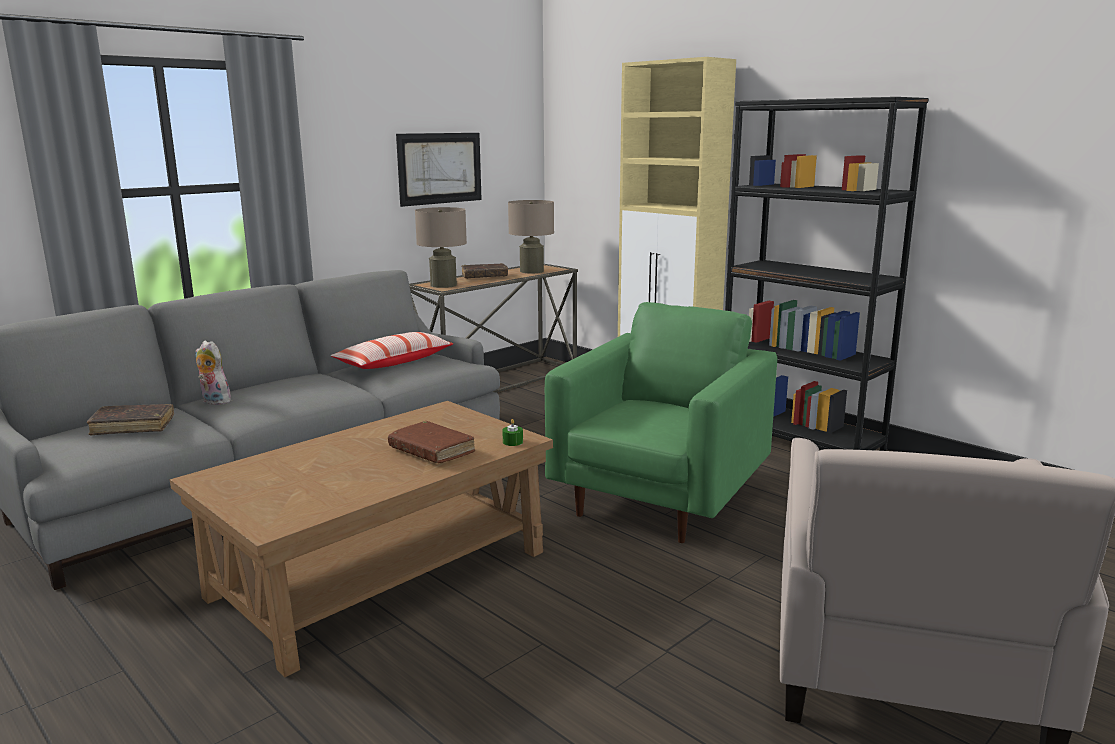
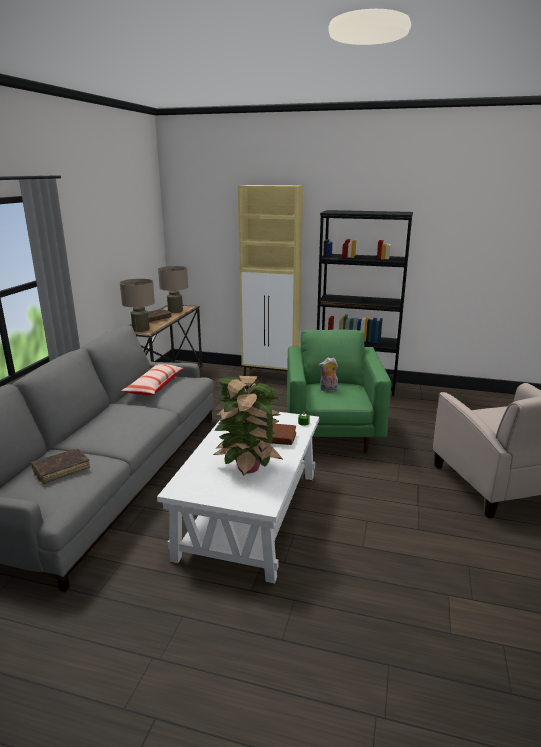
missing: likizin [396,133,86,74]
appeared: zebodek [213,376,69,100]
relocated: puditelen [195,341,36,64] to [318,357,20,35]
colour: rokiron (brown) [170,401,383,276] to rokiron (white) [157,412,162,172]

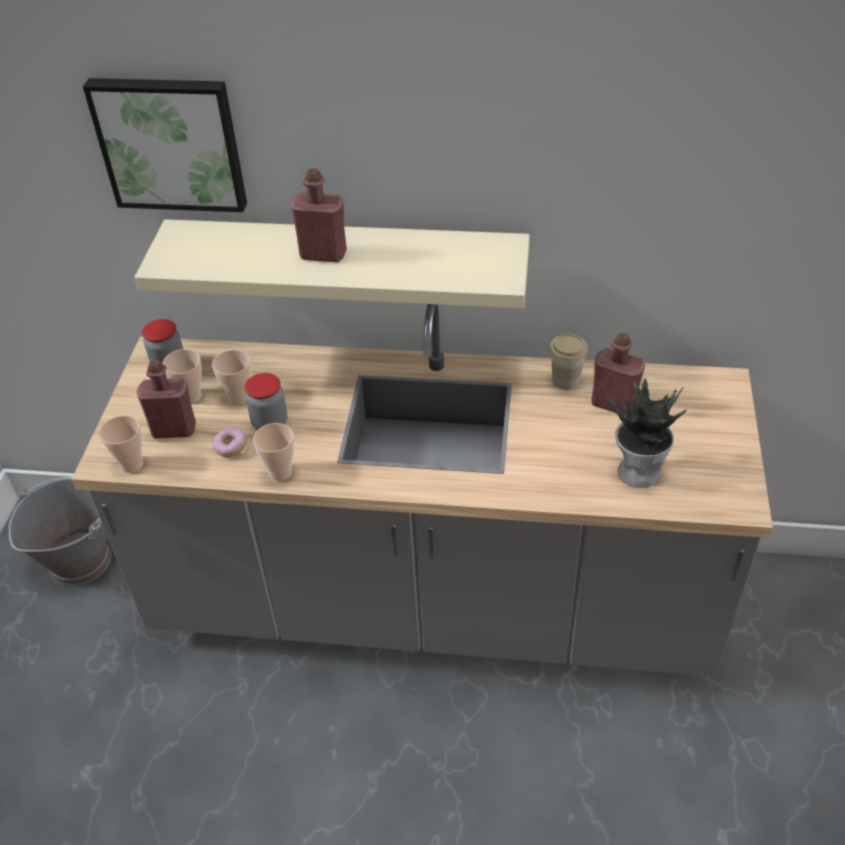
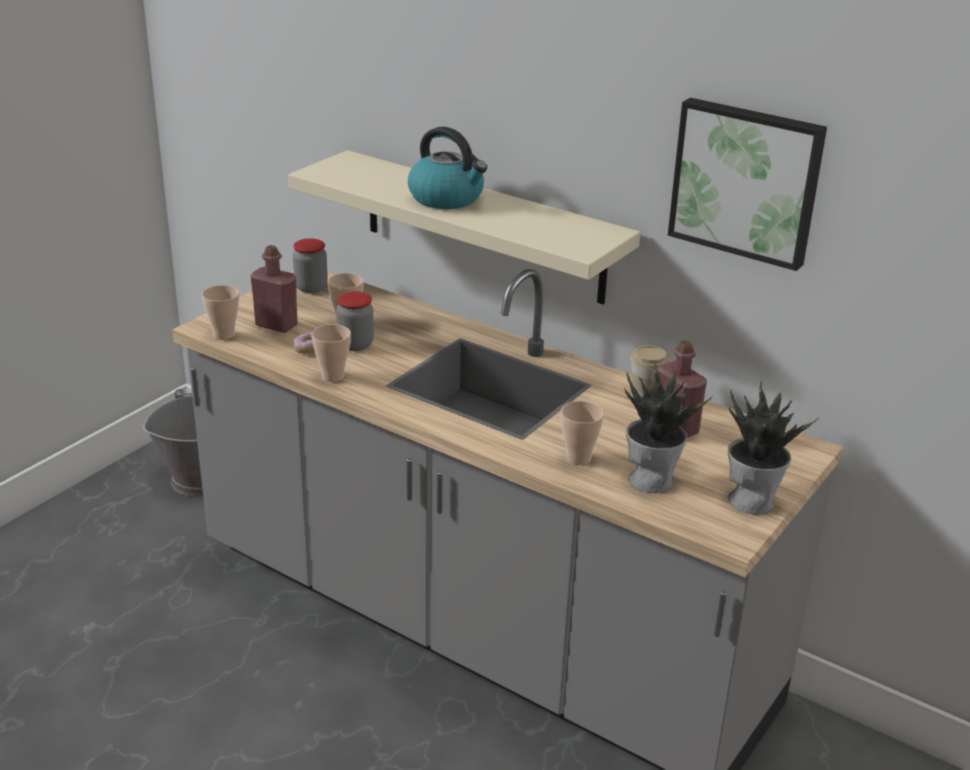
appeared: zebodek [728,381,90,133]
relocated: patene [162,349,40,54] to [561,401,43,64]; likizin [83,78,164,134] to [668,98,159,173]
exchanged: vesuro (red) [291,168,56,94] to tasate [408,127,79,82]

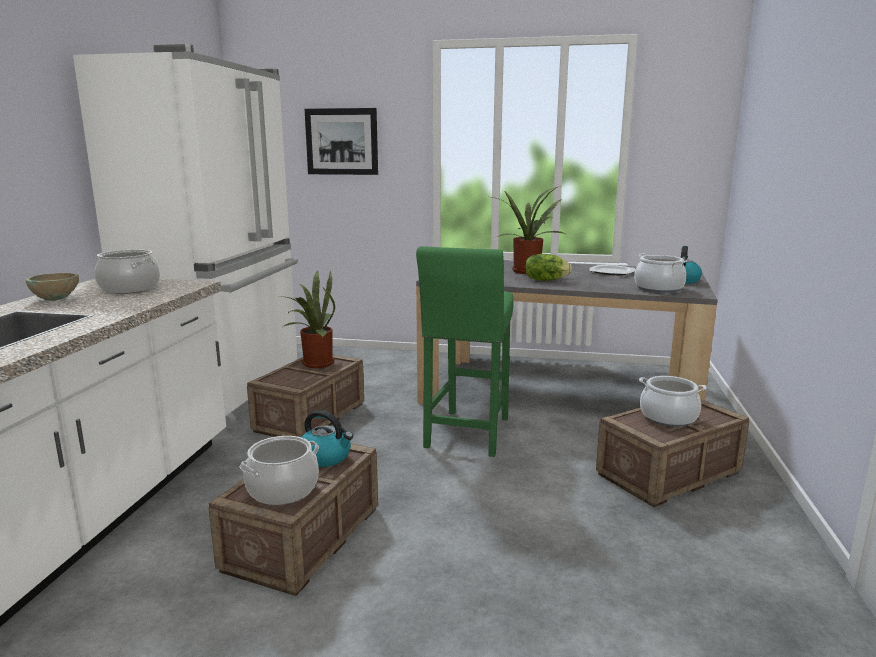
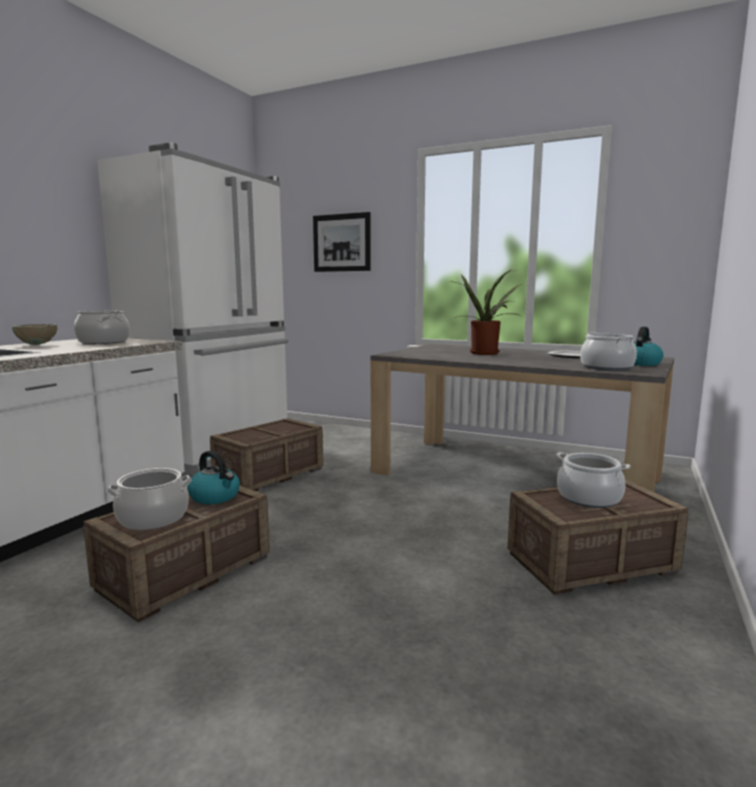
missing: zebodek [280,270,55,98]; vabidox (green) [416,246,97,211]; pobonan [525,254,47,27]

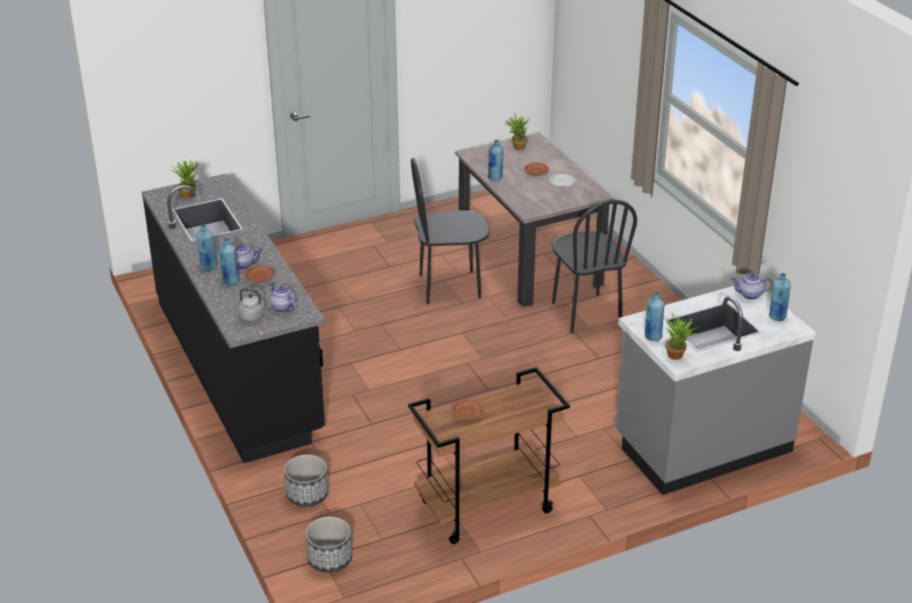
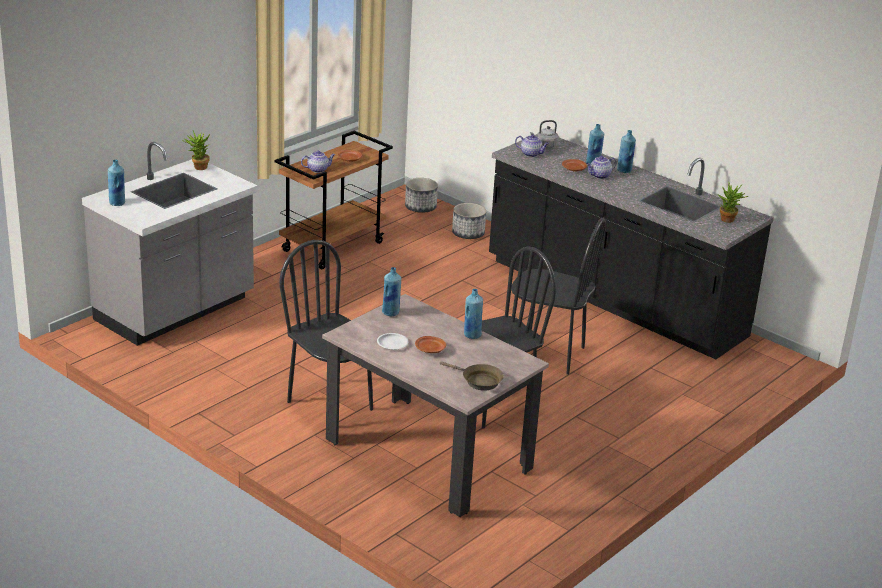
appeared: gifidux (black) [511,218,95,157]
relocated: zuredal [731,273,42,27] to [301,151,34,22]; vesuro (blue) [645,292,20,49] to [382,267,19,49]
exchanged: zebodek [504,113,25,37] to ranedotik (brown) [440,361,64,30]

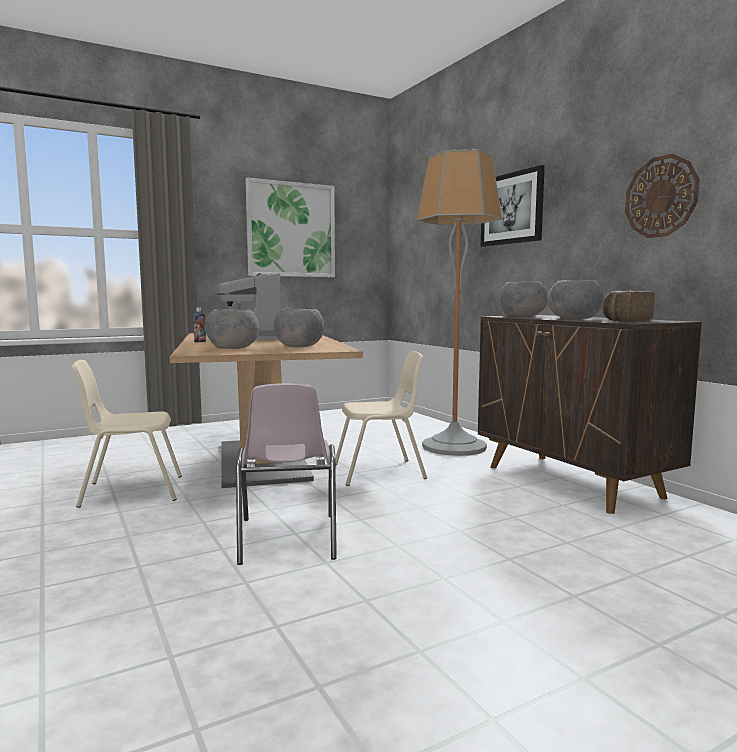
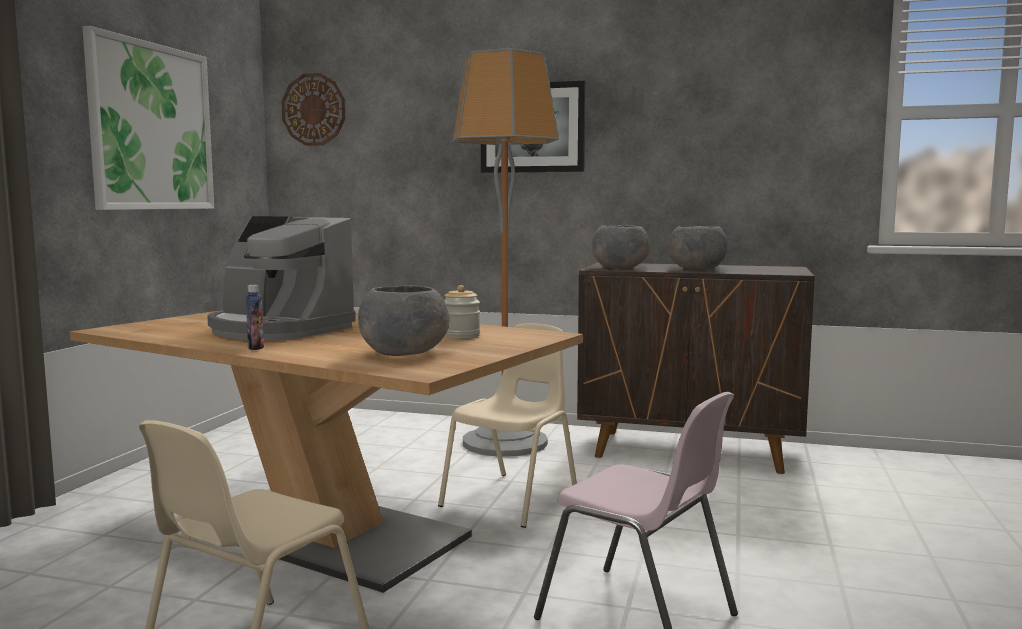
missing: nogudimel [603,290,51,31]
relocated: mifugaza [625,154,74,84] to [281,73,65,73]
exchanged: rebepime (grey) [274,308,50,39] to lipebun [444,285,36,54]

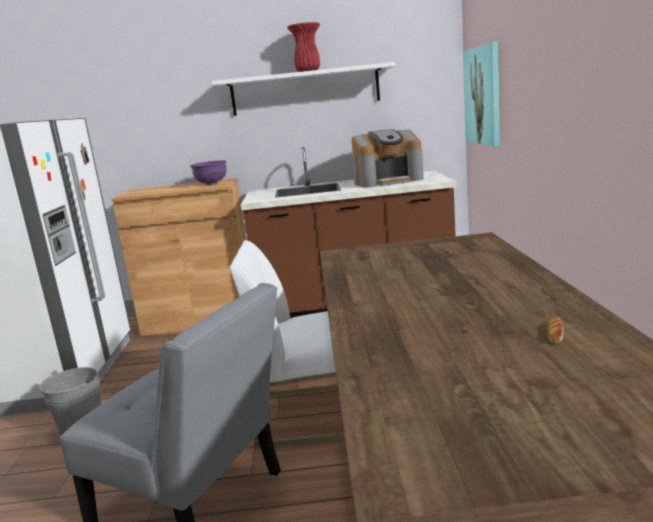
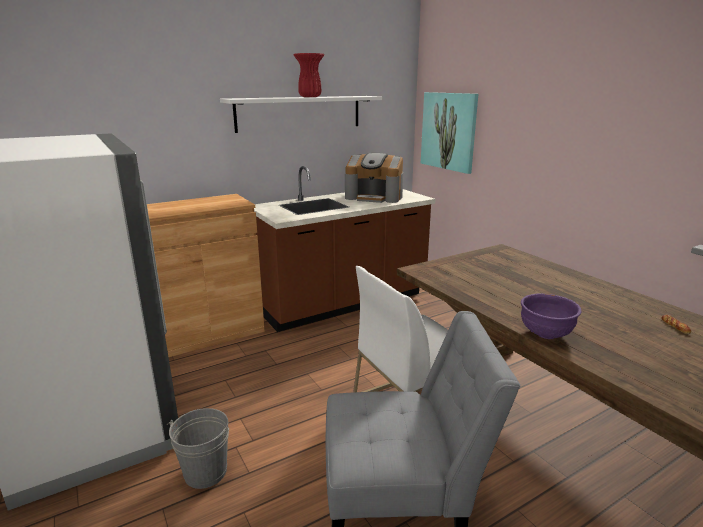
relocated: rebepime (purple) [190,160,37,25] to [521,293,61,46]
spun: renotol [352,129,72,59] = [345,153,58,50] 60 degrees clockwise

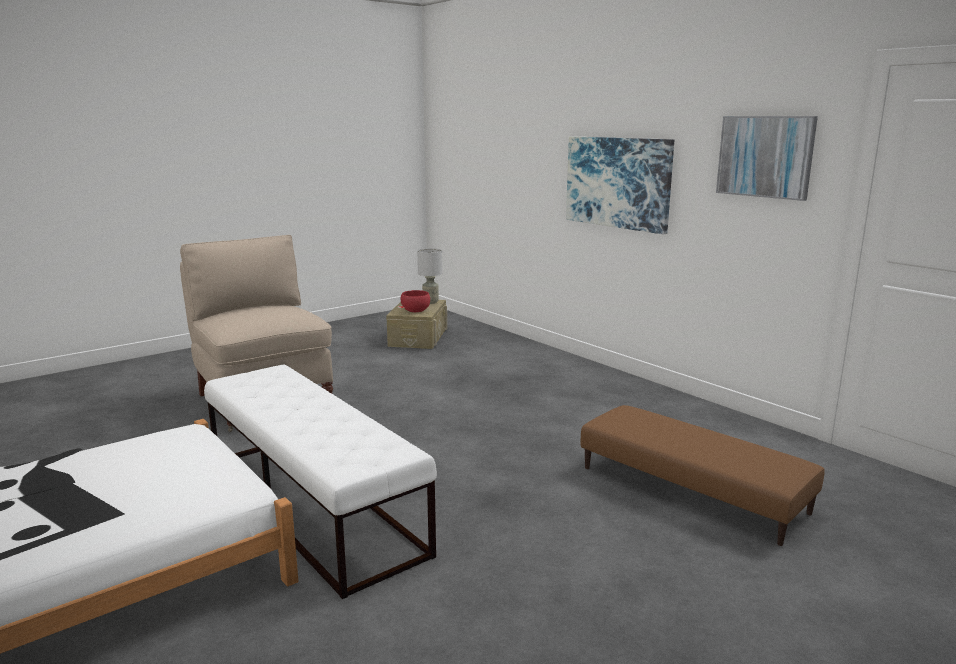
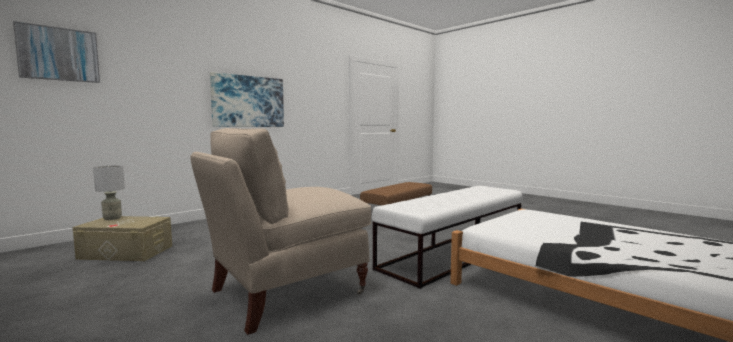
missing: rebepime (red) [401,290,29,22]
relocated: likizin [716,116,102,85] to [13,21,87,62]

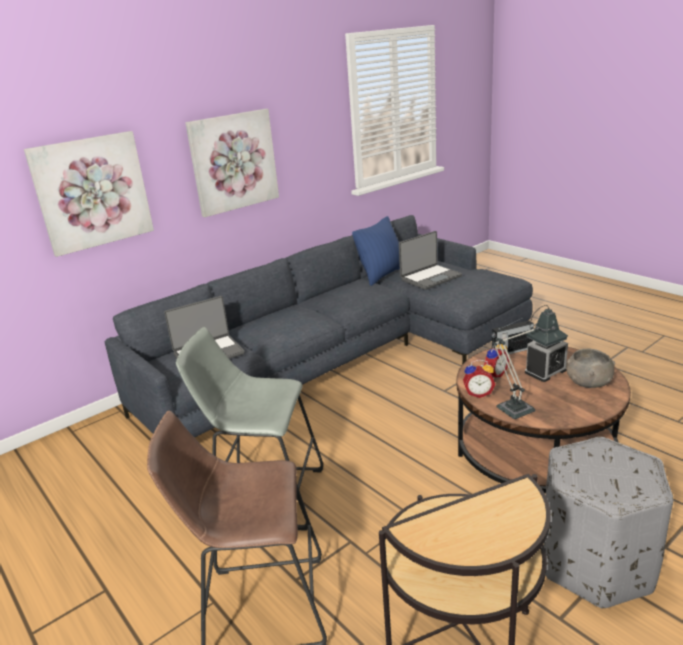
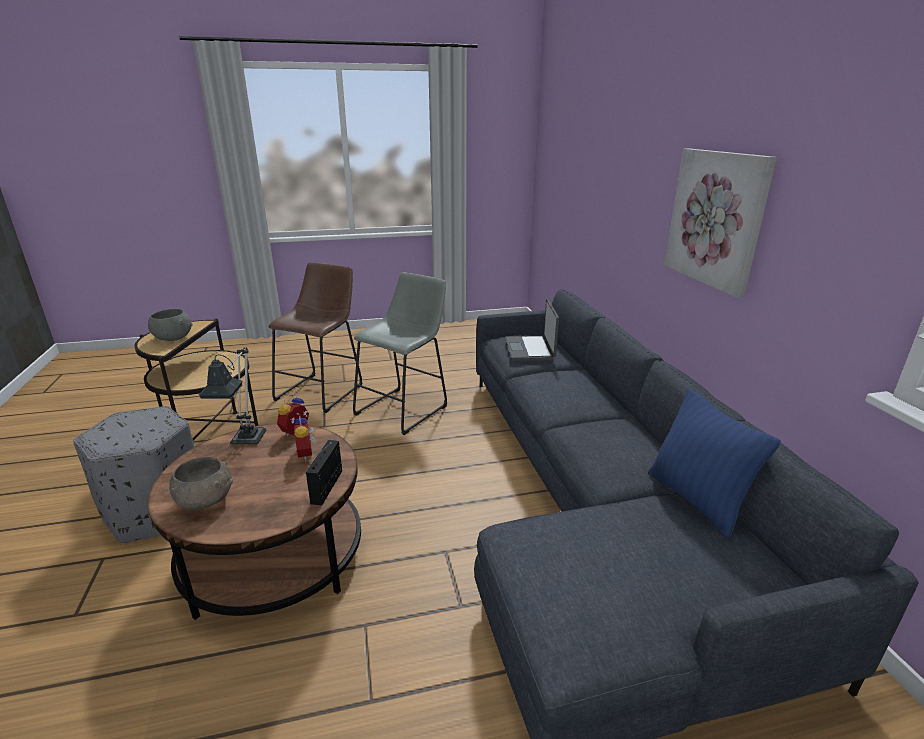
missing: likizin [24,131,130,126]; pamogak [399,231,63,59]; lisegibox [525,341,43,41]
appeared: rebepime (grey) [148,309,45,32]

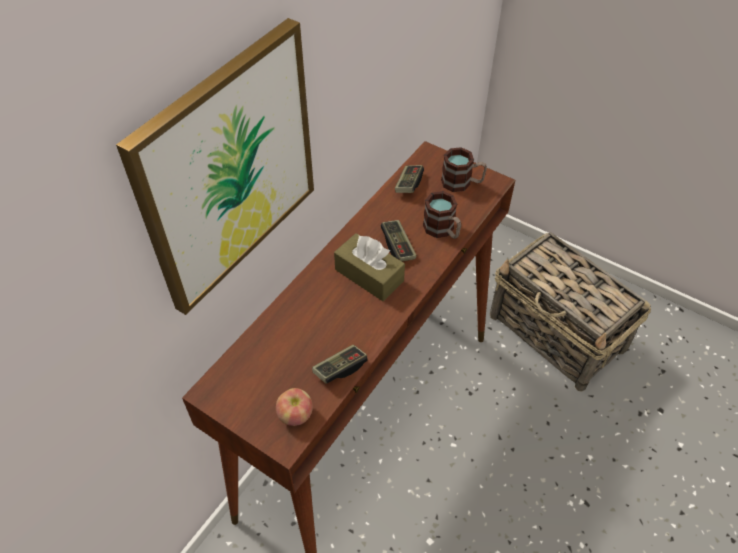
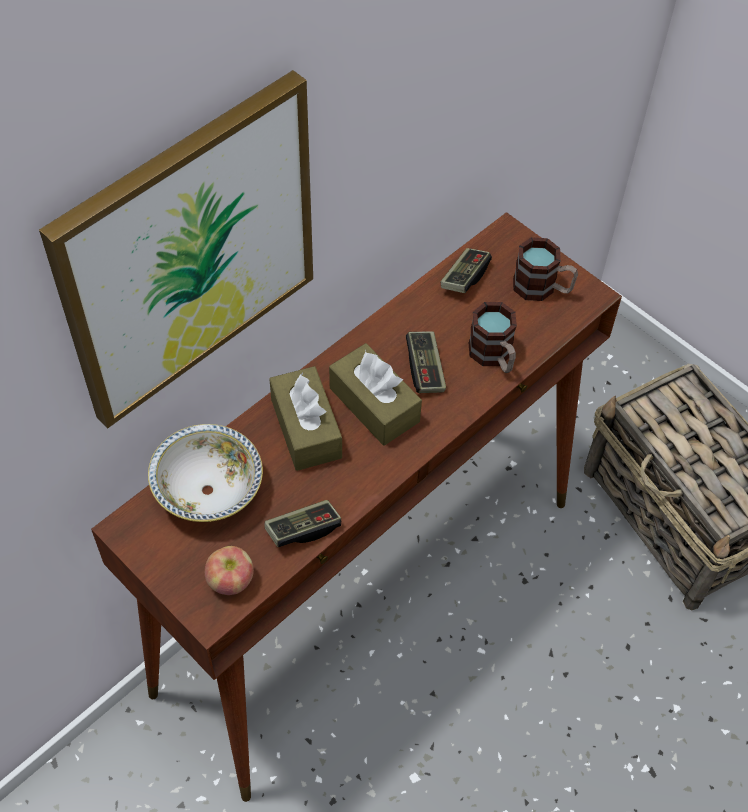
appeared: rebepime [148,424,115,98]; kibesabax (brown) [269,366,73,105]

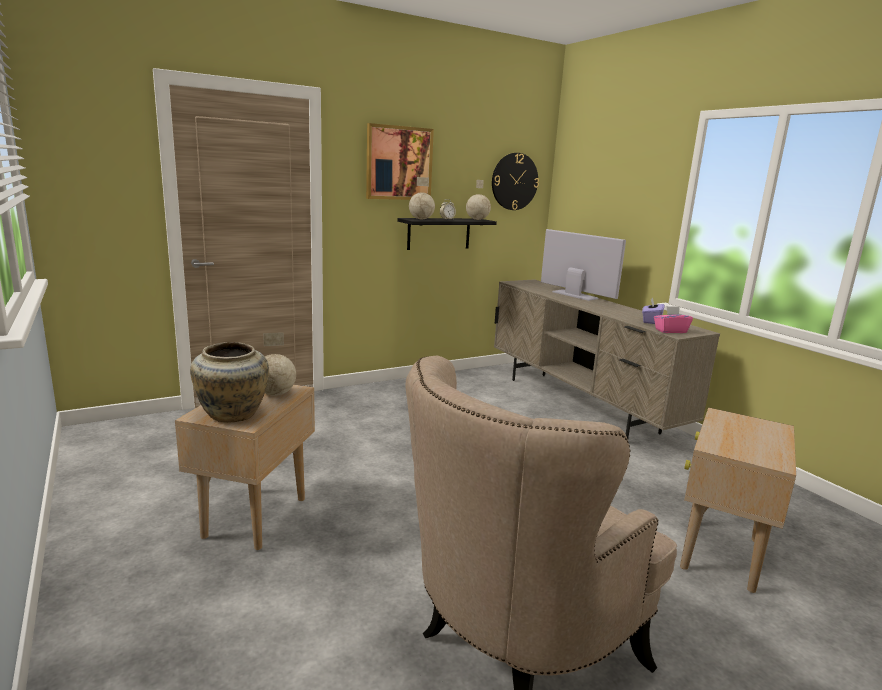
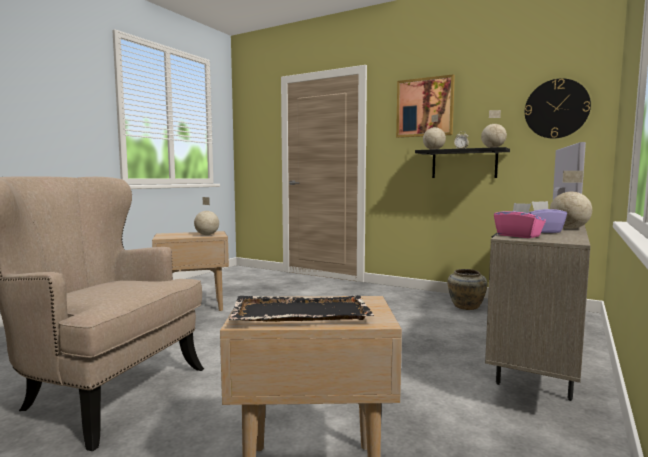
appeared: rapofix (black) [228,295,146,27]; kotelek [550,171,42,58]
relocated: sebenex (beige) [190,342,79,81] to [448,269,39,41]

